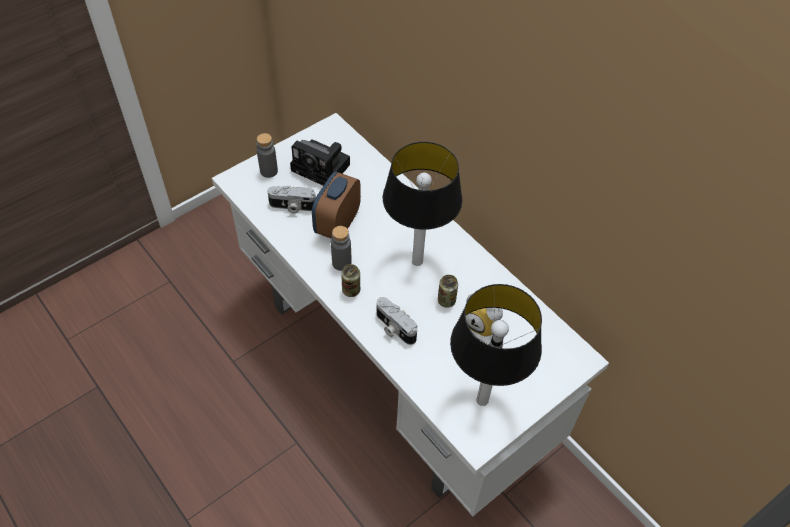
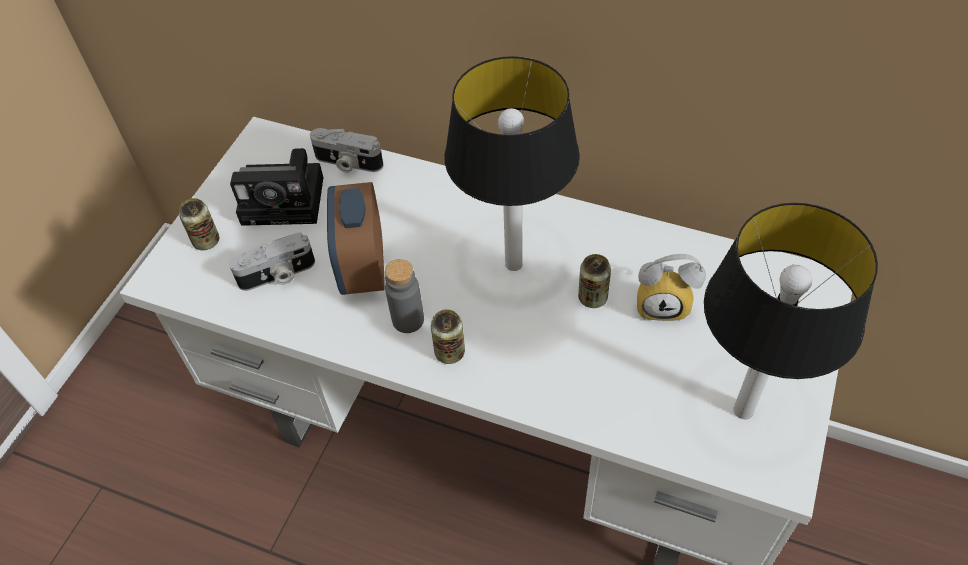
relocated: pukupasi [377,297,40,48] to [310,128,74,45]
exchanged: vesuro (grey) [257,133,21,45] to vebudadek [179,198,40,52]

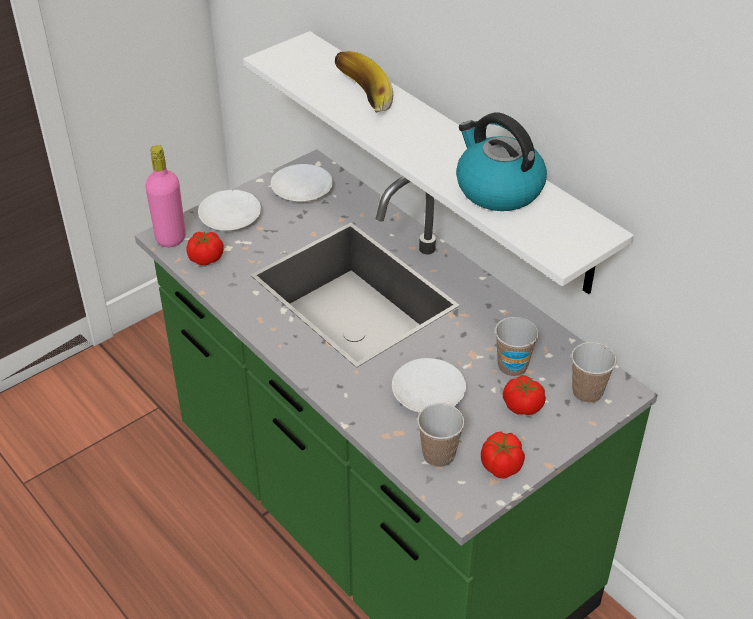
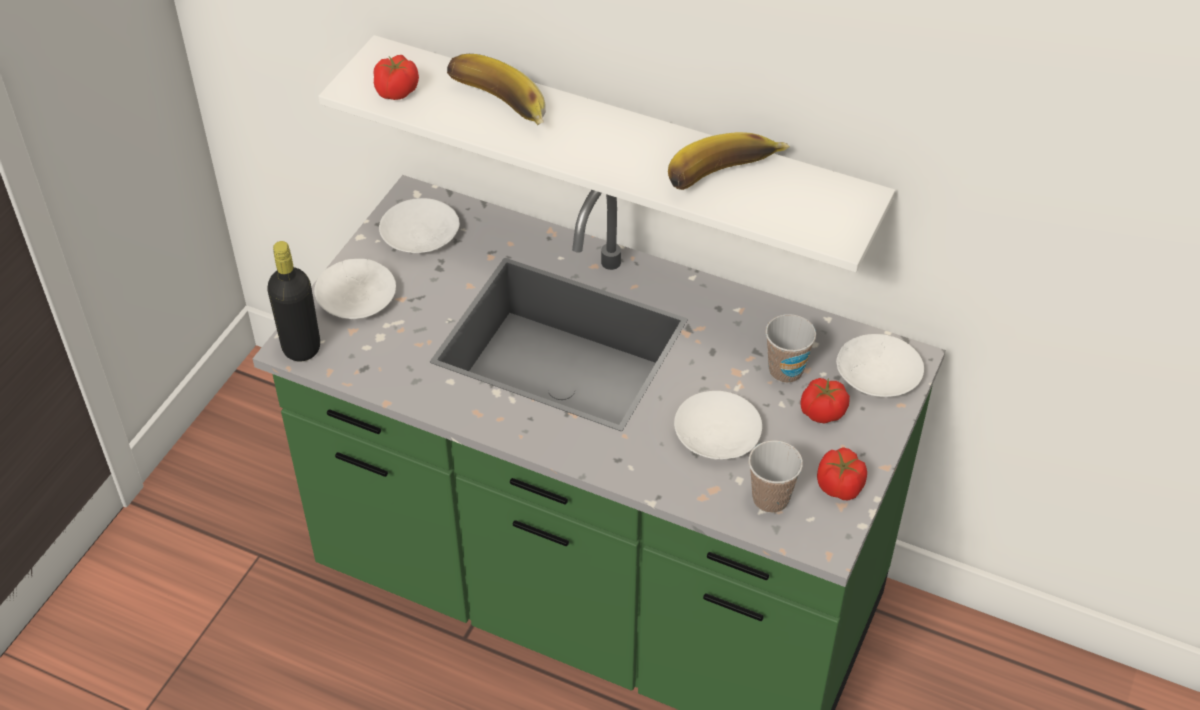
relocated: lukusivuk [187,231,37,34] to [373,55,46,45]
exchanged: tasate [456,113,91,98] to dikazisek [668,132,122,58]; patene [571,342,46,61] to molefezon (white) [836,334,88,63]
colour: vesuro (pink) [145,145,41,102] to vesuro (black) [267,241,53,121]

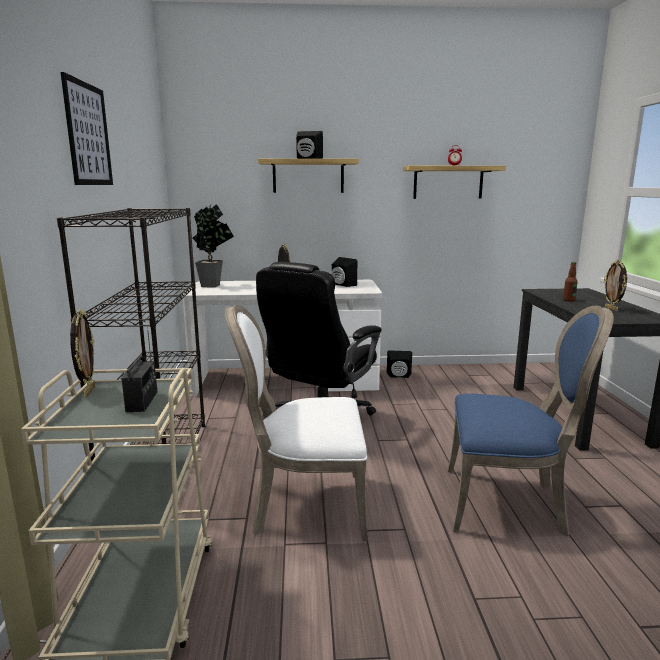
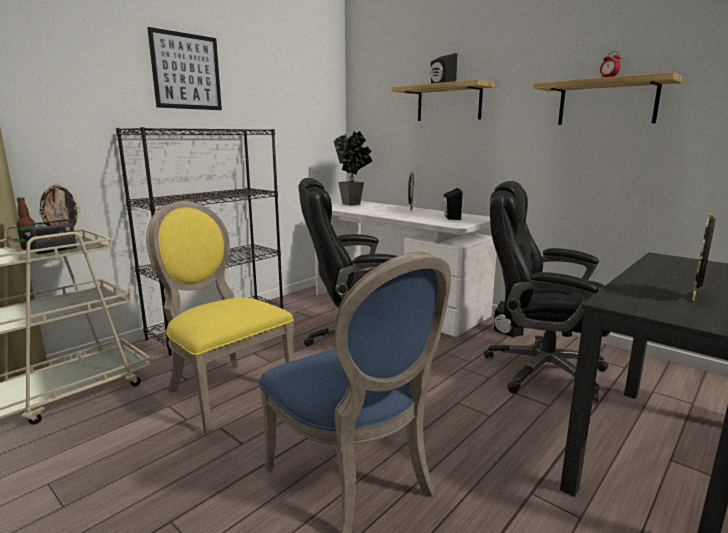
appeared: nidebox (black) [484,181,126,222]
relocated: vesuro [563,262,15,40] to [16,197,19,53]
colour: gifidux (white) [225,305,143,236] to gifidux (yellow) [146,201,148,234]

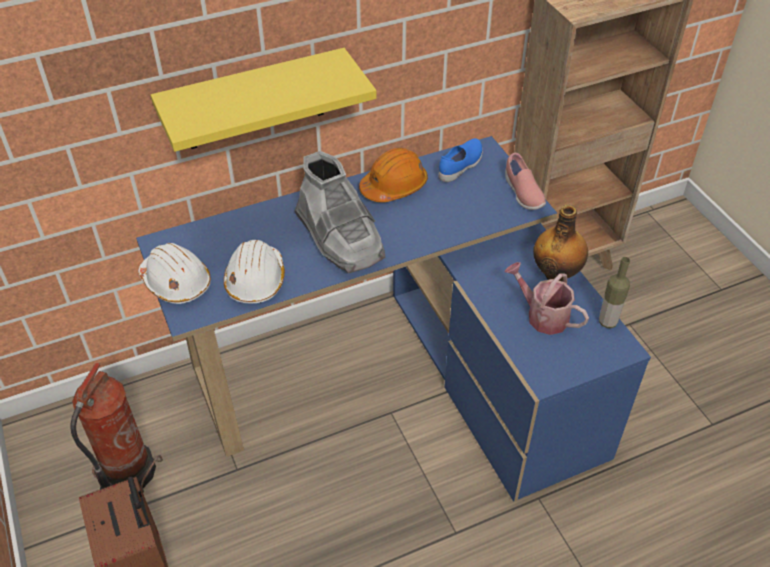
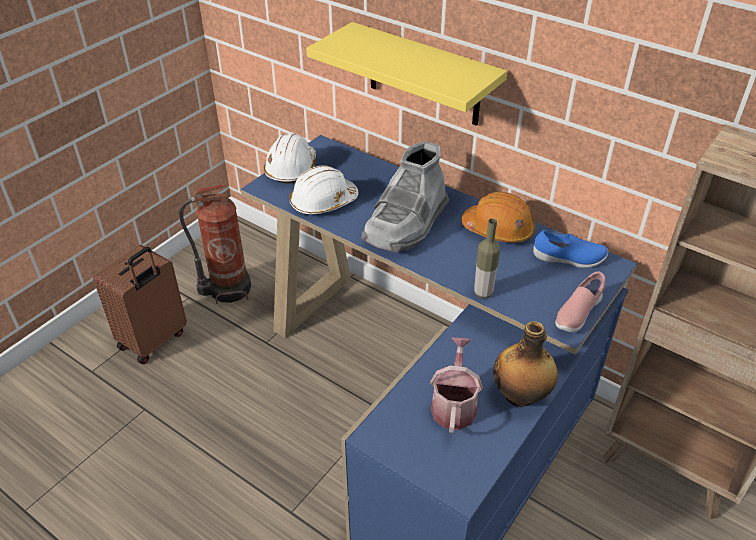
relocated: vesuro [599,257,31,71] to [474,219,26,79]

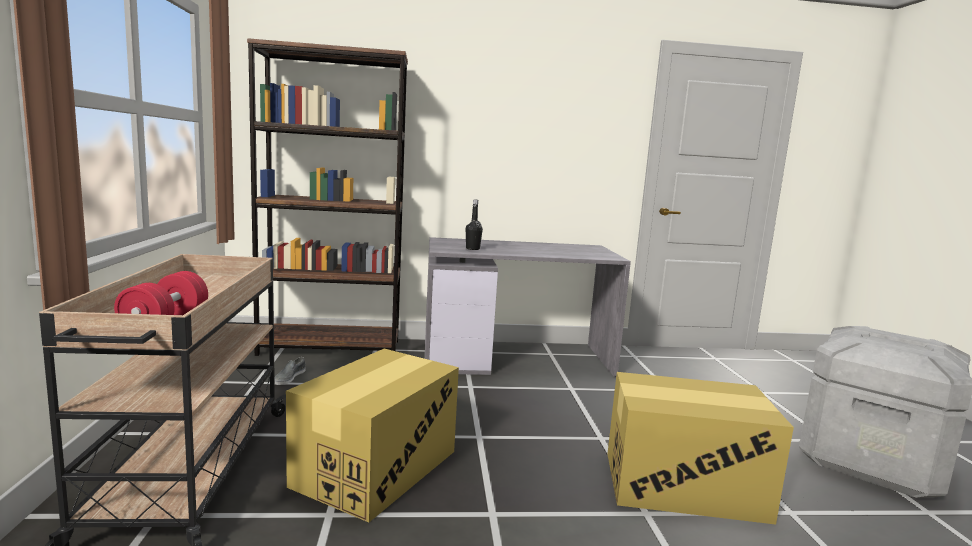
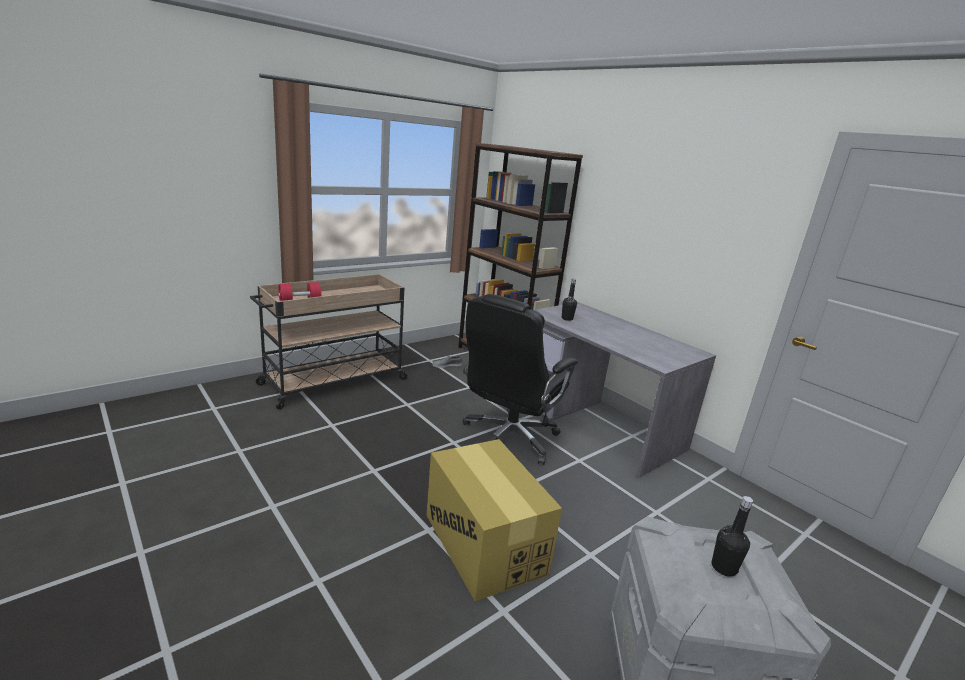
missing: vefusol [286,349,173,173]
appeared: nidebox (black) [463,294,115,171]; vesuro (black) [712,496,41,81]

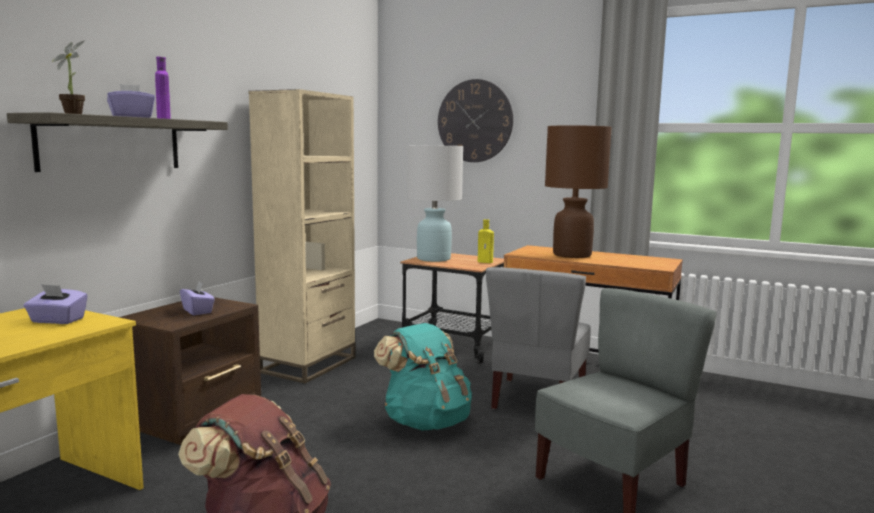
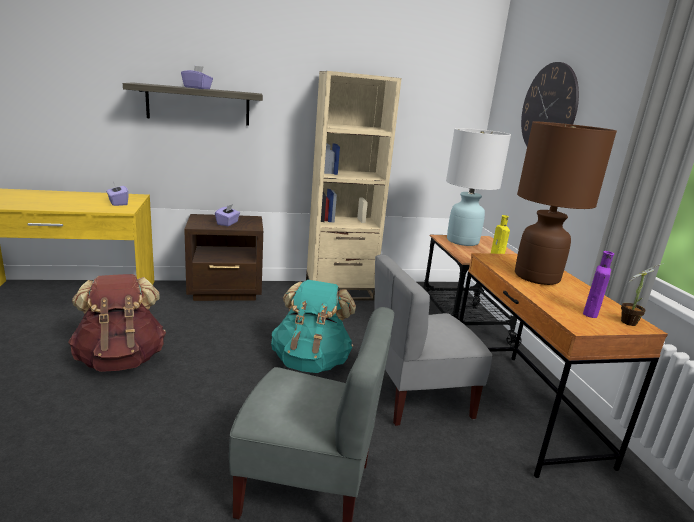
relocated: vesuro (purple) [155,57,16,62] to [583,251,31,67]; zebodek [52,41,33,73] to [621,263,43,63]

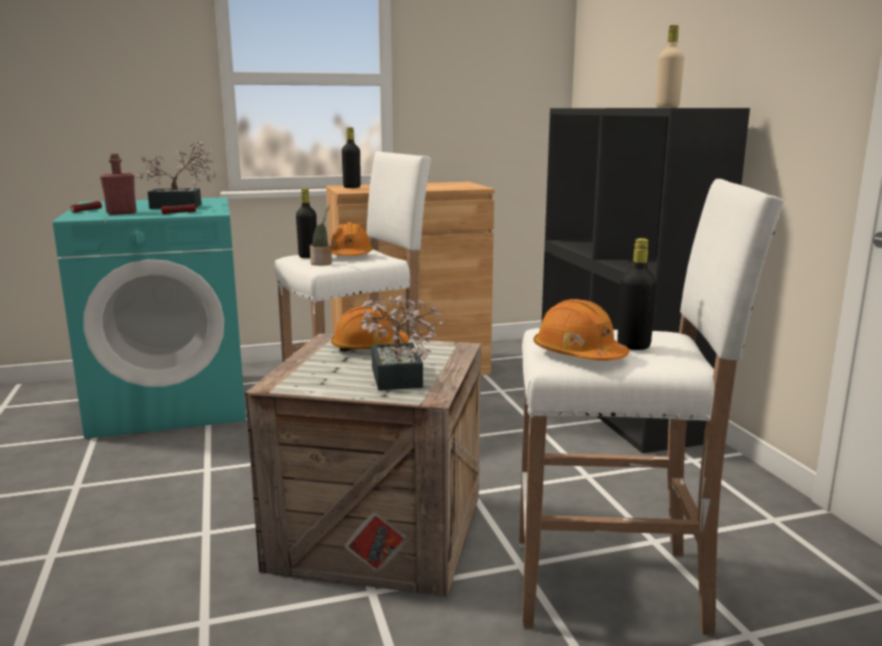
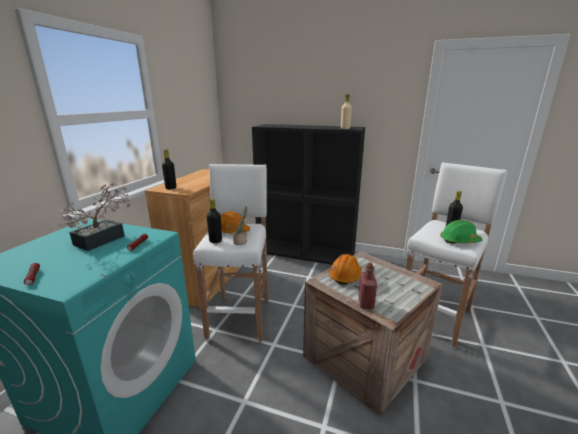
missing: zebodek [360,294,84,97]
relocated: vesuro (red) [100,154,37,61] to [358,263,19,46]
colour: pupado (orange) [533,299,96,62] to pupado (green) [440,220,42,24]

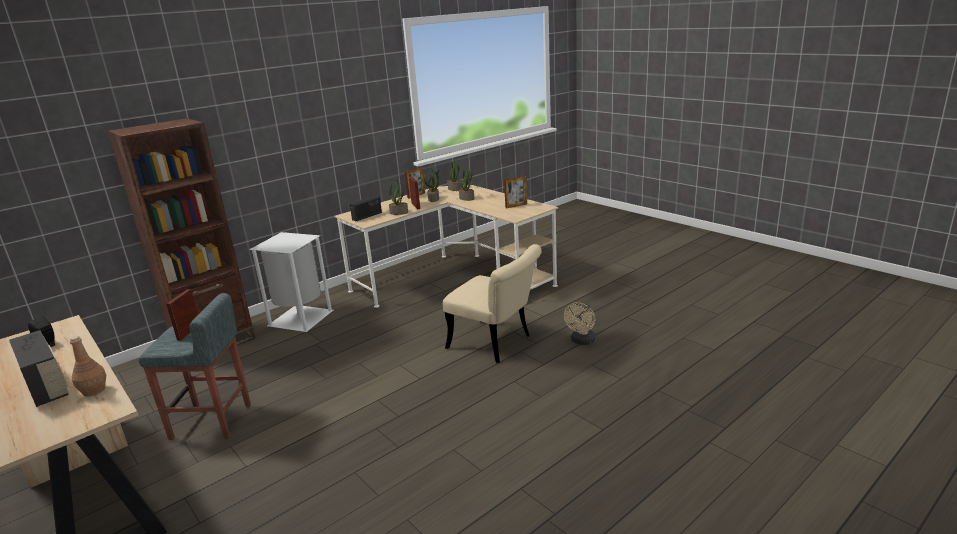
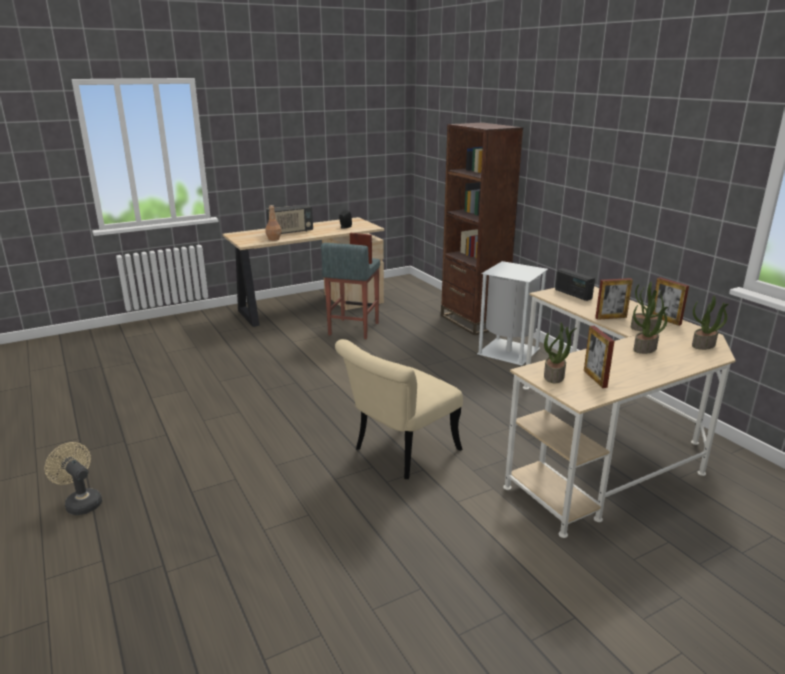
relocated: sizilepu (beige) [564,302,32,43] to [44,442,58,73]; zebodek [389,180,19,35] to [544,322,33,61]

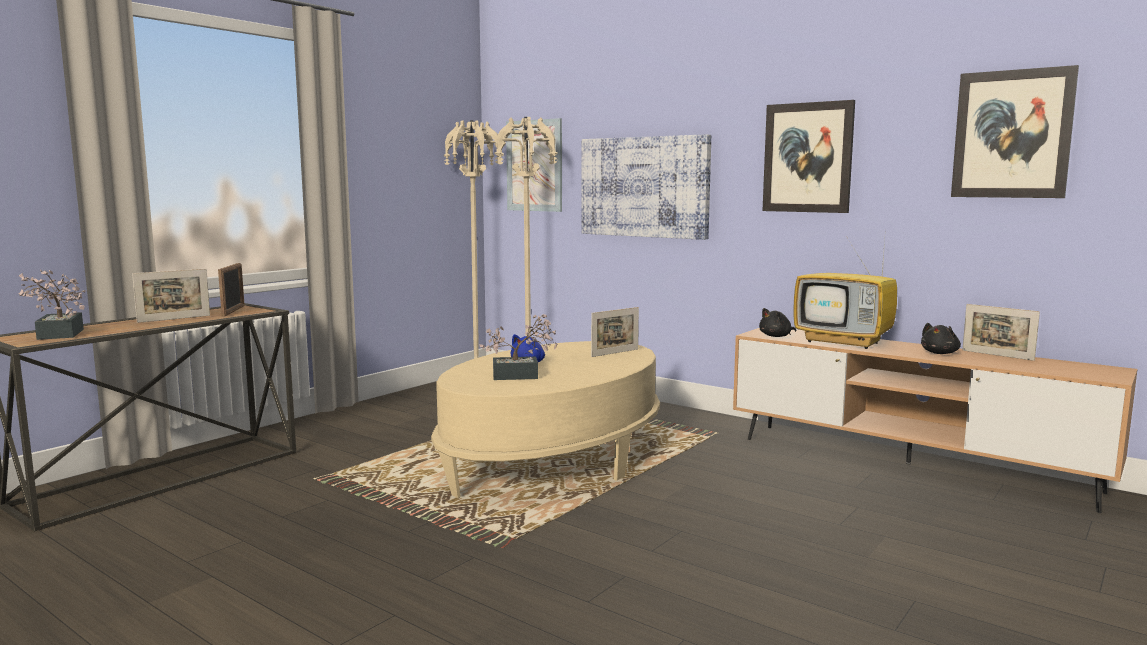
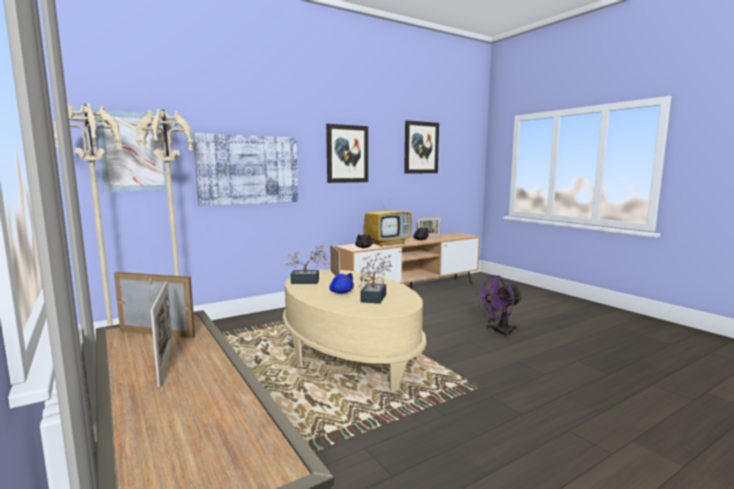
appeared: sizilepu (purple) [475,275,48,63]
relocated: zebodek [18,270,68,70] to [284,245,46,39]

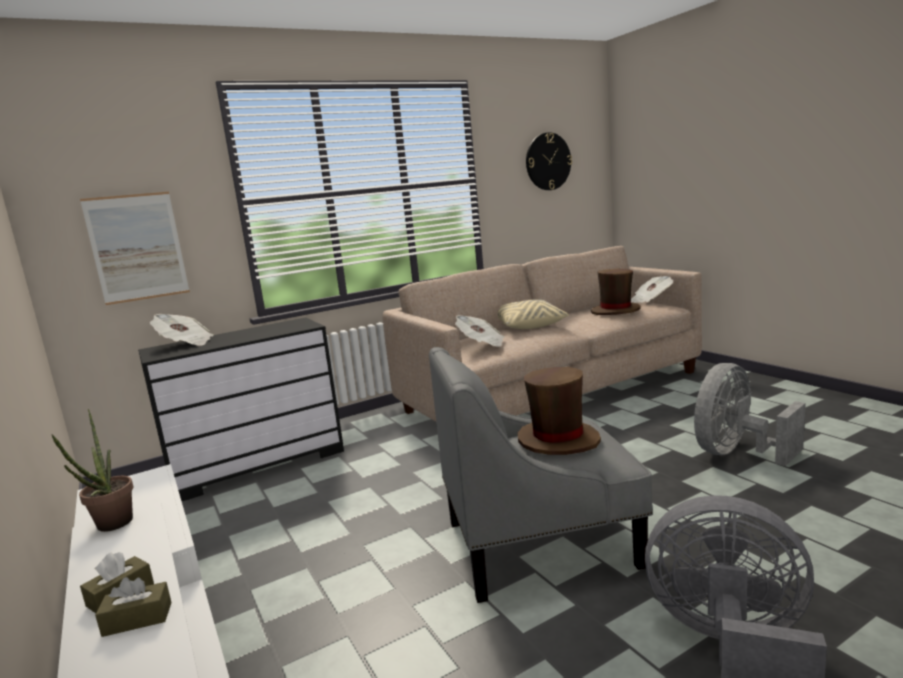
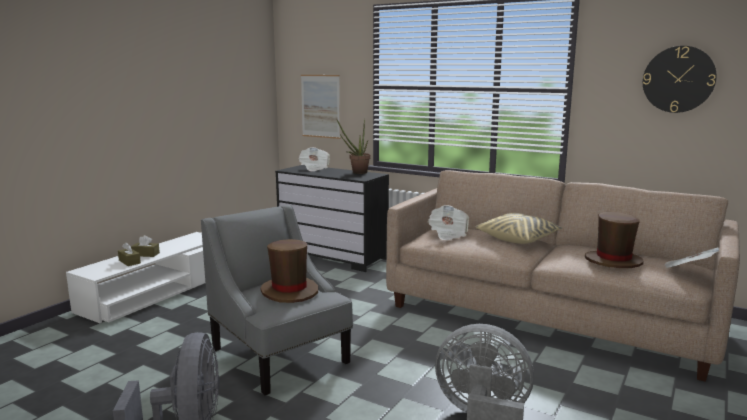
relocated: zebodek [52,409,81,123] to [337,119,33,55]

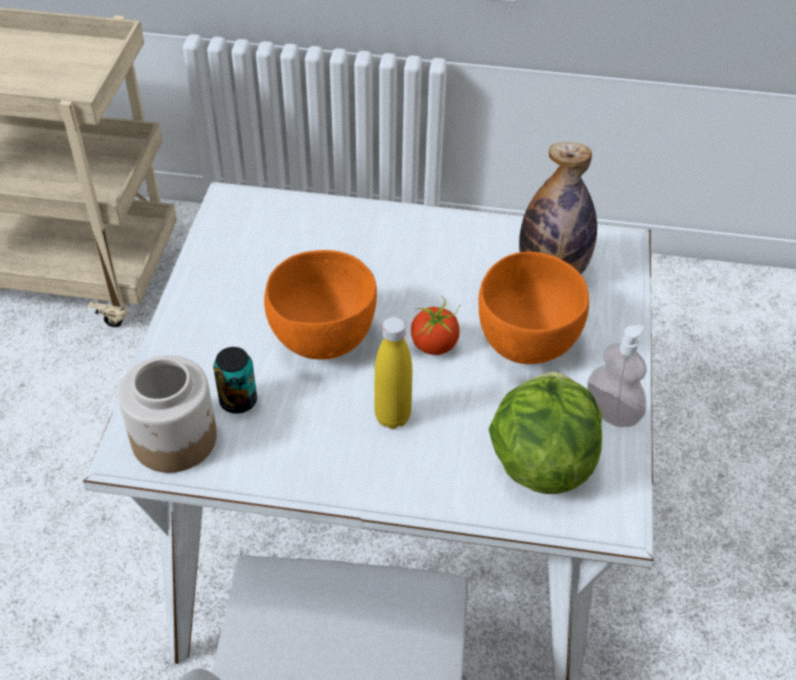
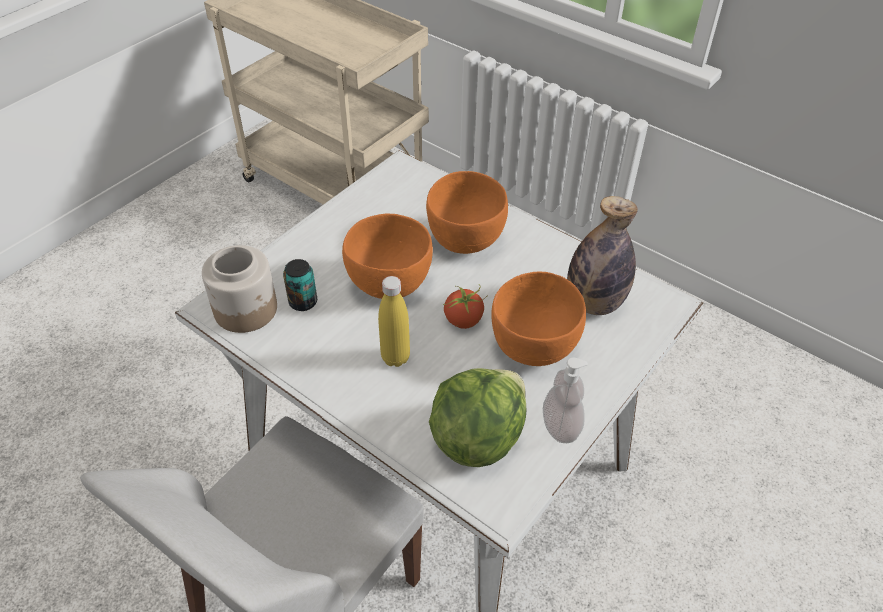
appeared: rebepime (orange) [426,171,82,83]

